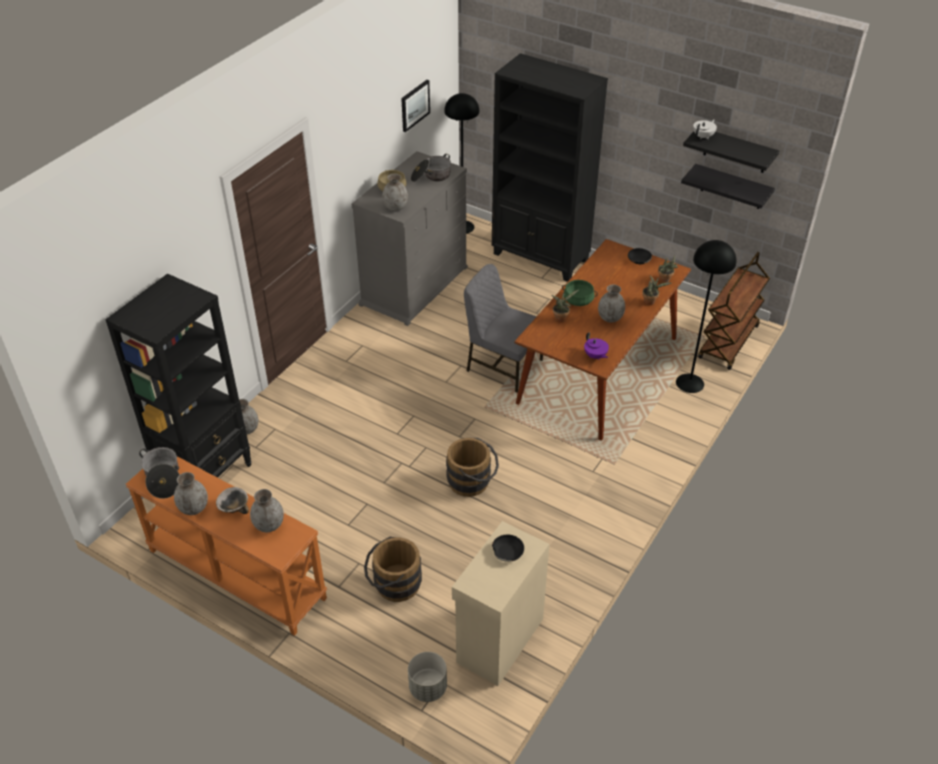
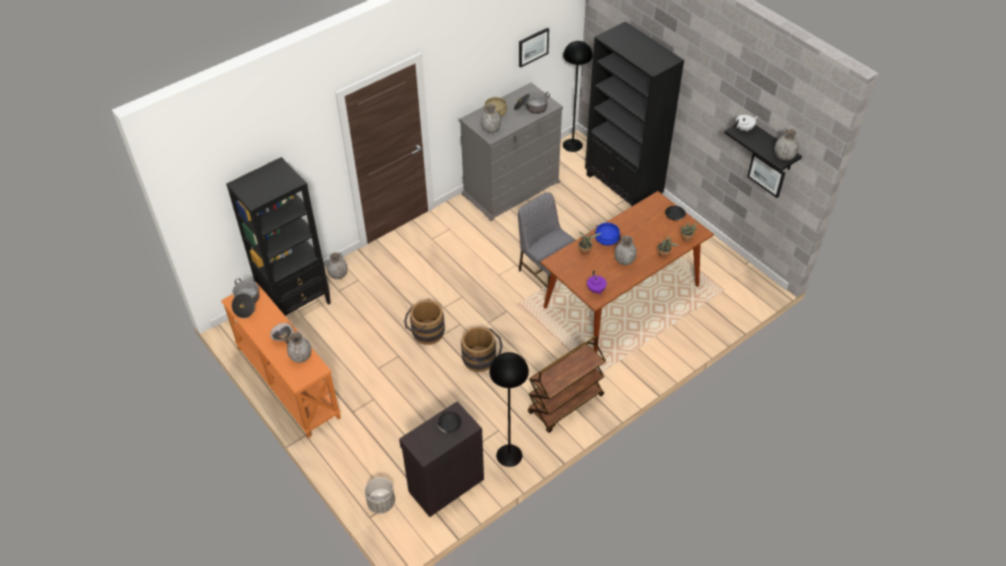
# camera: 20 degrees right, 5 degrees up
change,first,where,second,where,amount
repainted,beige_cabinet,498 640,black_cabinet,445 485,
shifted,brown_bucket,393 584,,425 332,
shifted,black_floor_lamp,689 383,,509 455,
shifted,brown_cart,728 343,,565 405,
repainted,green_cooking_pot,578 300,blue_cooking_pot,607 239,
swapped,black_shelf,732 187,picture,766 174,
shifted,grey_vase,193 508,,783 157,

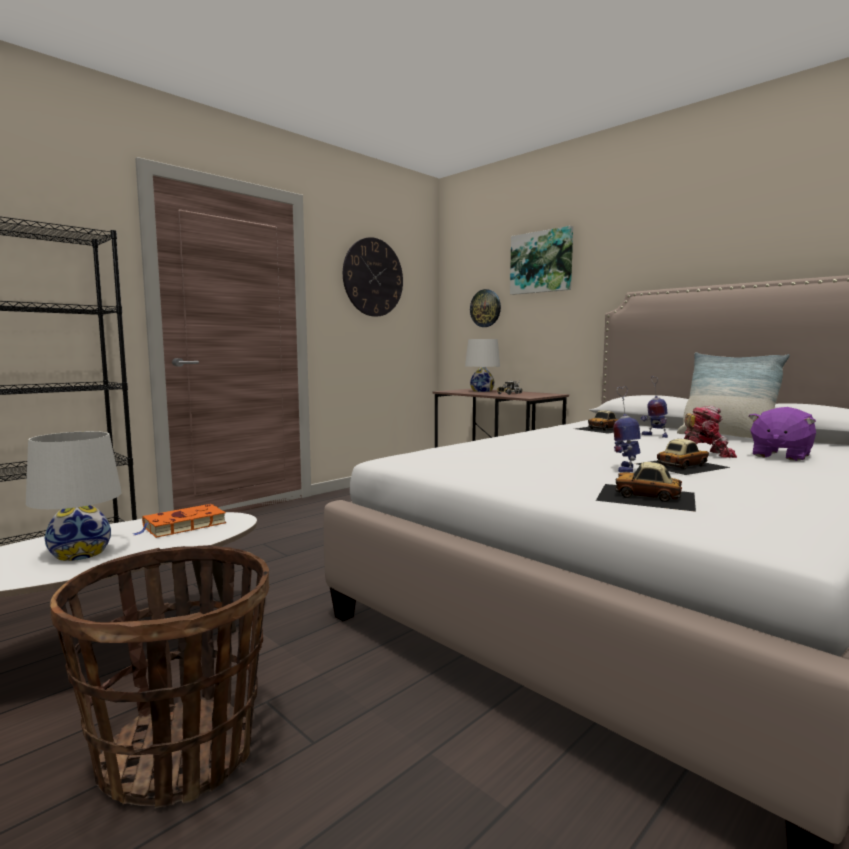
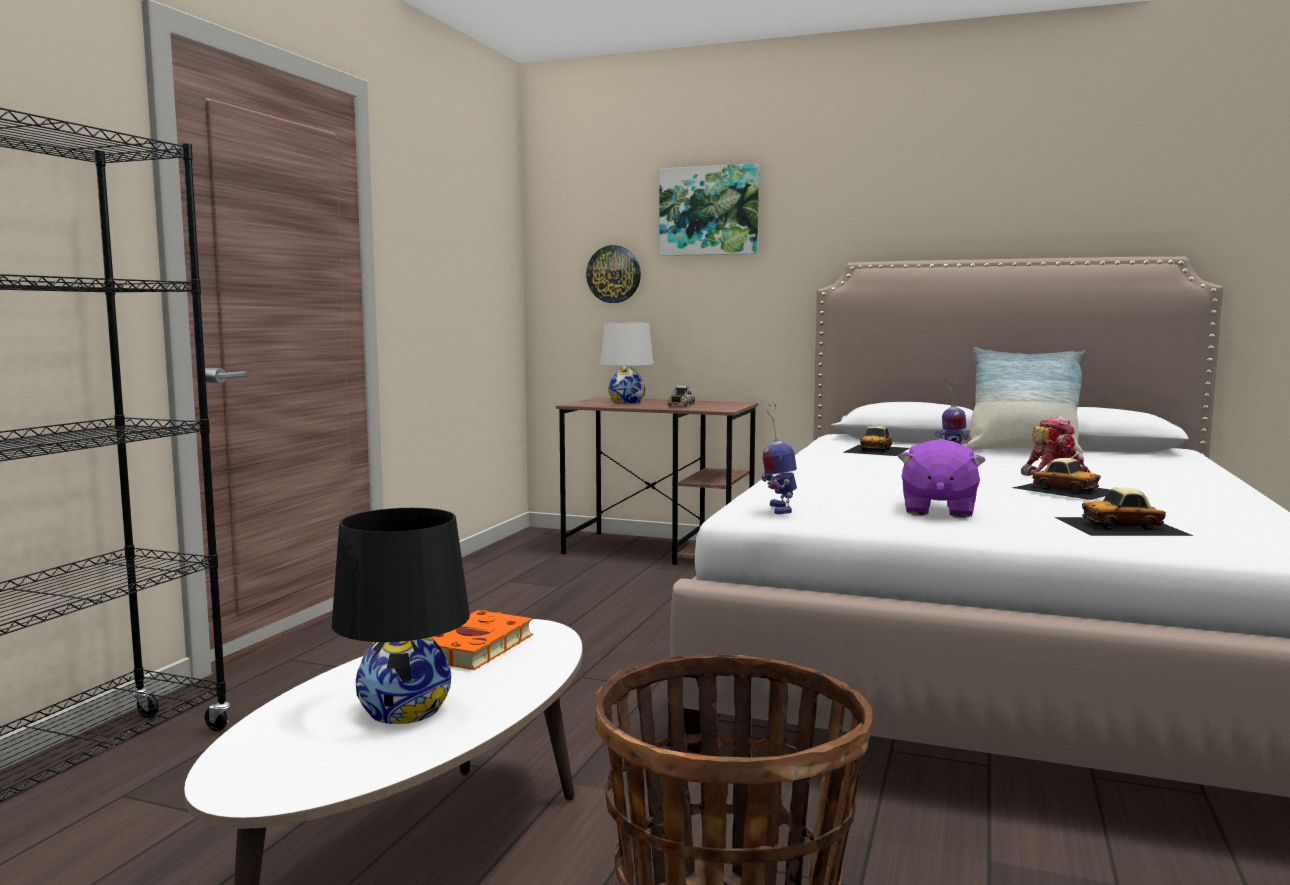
# camera: 25 degrees left, 0 degrees up
change,first,where,second,where,amount
repainted,white_table_lamp,80 553,black_table_lamp,404 709,
shifted,toy_robot,625 469,,778 509,
shifted,purple_plush_toy,780 455,,937 510,
rotated,toy_car,681 465,,1066 489,105 degrees clockwise
gone,wall_clock,373 277,,,

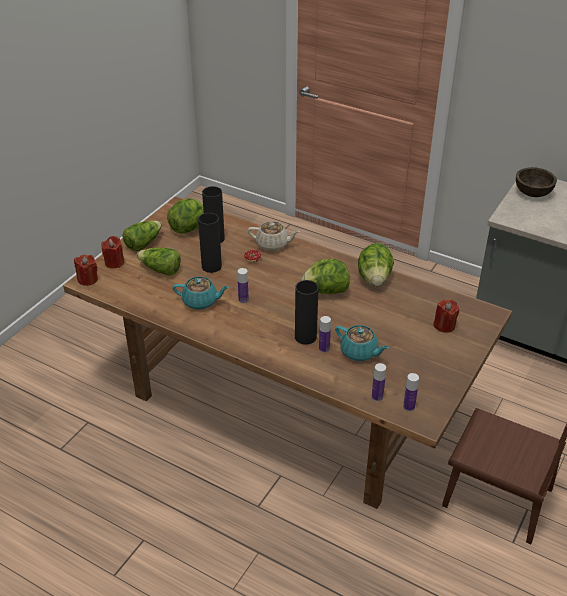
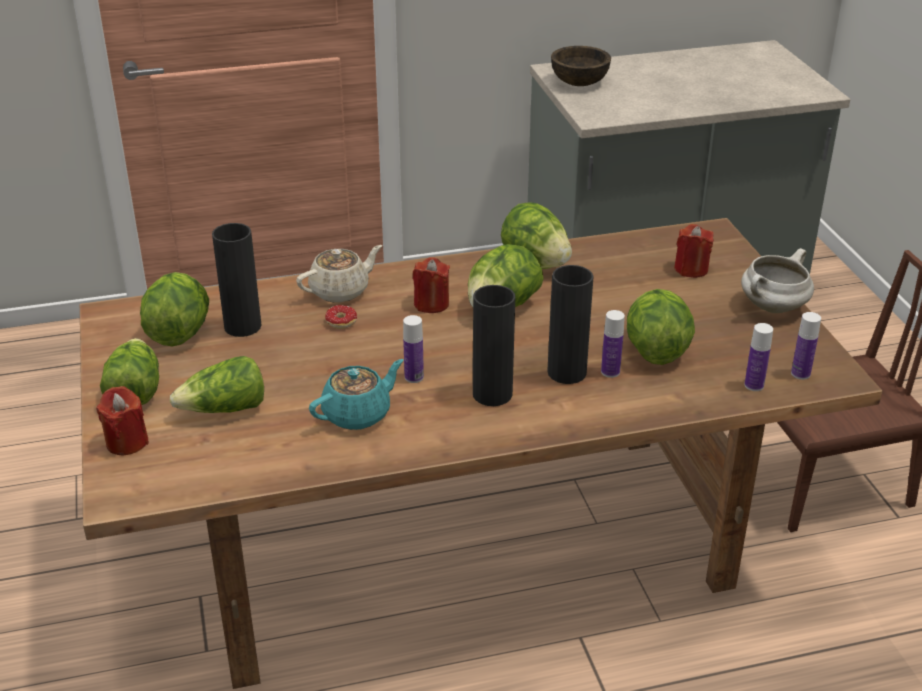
# camera: 45 degrees left, 5 degrees down
change,first,where,second,where,amount
shifted,red_candle,87 279,,431 304,
shifted,black_vase,211 266,,492 394,
swapped,turquoise_teapot,359 352,lettuce,655 350,
new,,,white_cooking_pot,773 308,

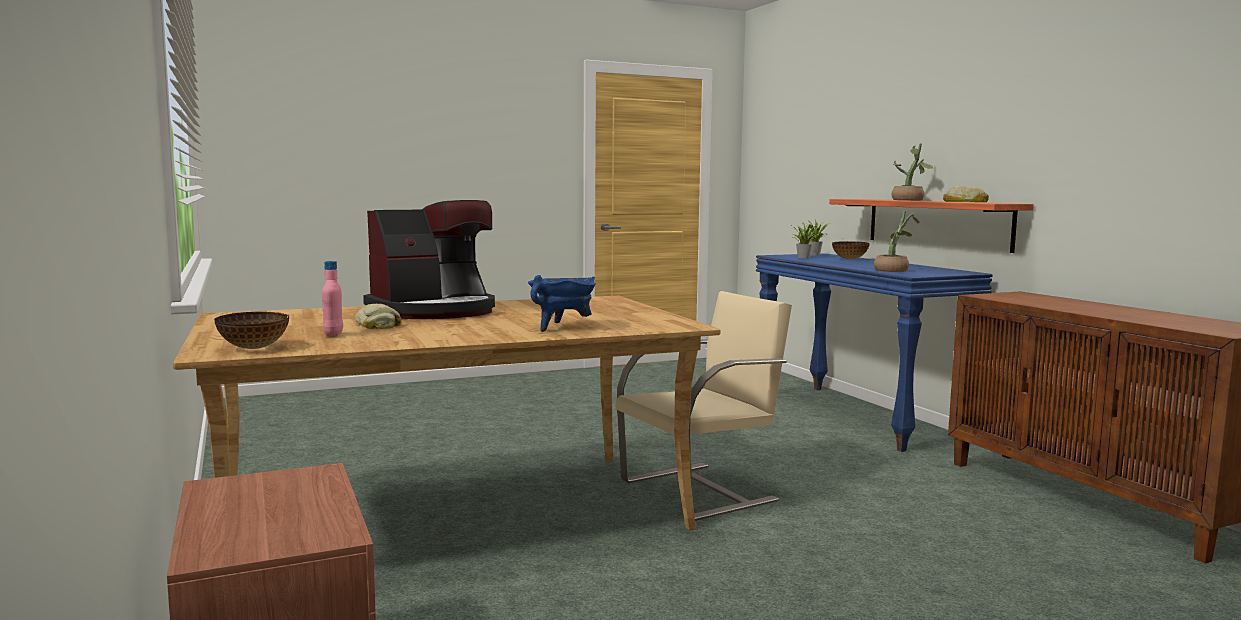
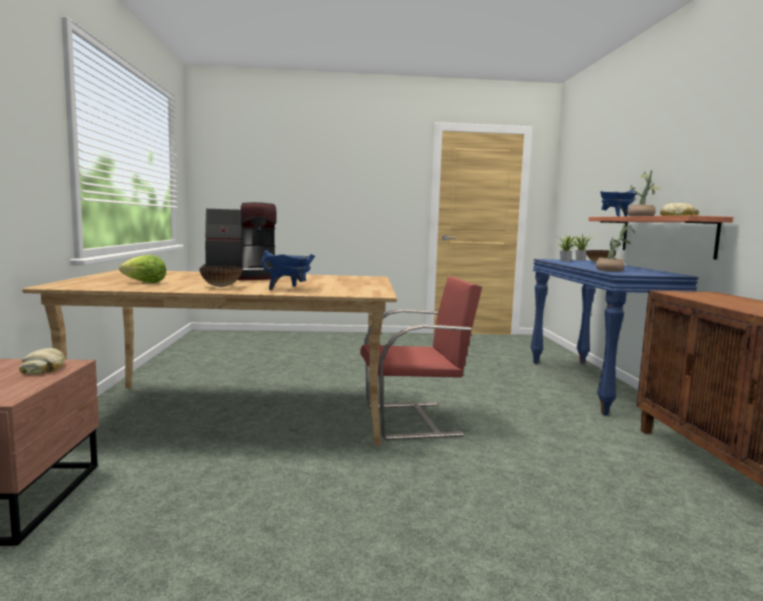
# camera: 20 degrees right, 0 degrees up
change,first,where,second,where,amount
shifted,bread,378 325,,45 368,
swapped,pink_bottle,333 335,lettuce,145 283,
shifted,bowl,253 348,,220 287,
repainted,beige_chair,700 490,red_chair,414 420,
new,,,blue_cooking_pot,615 216,

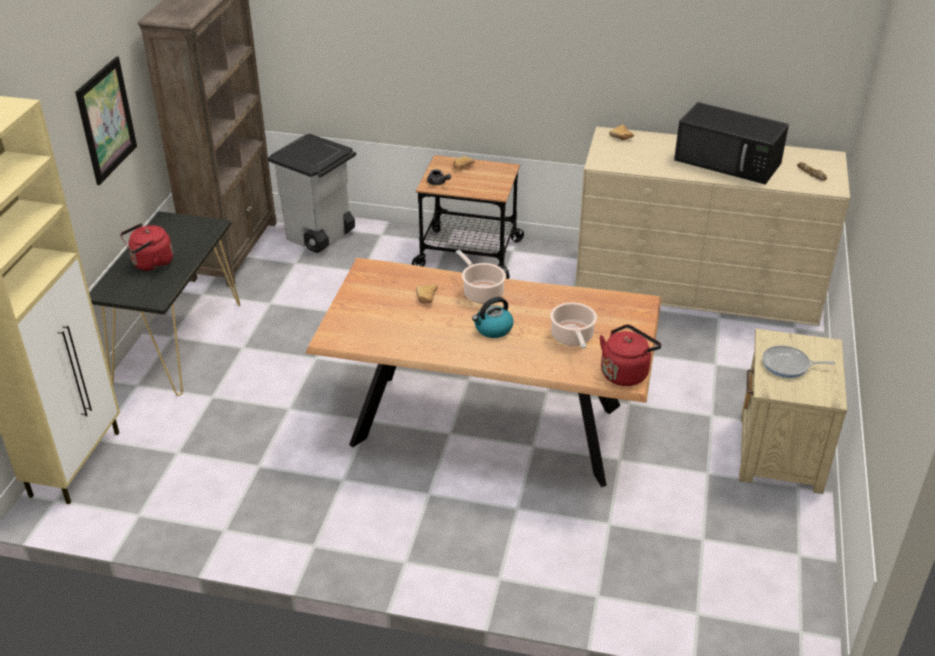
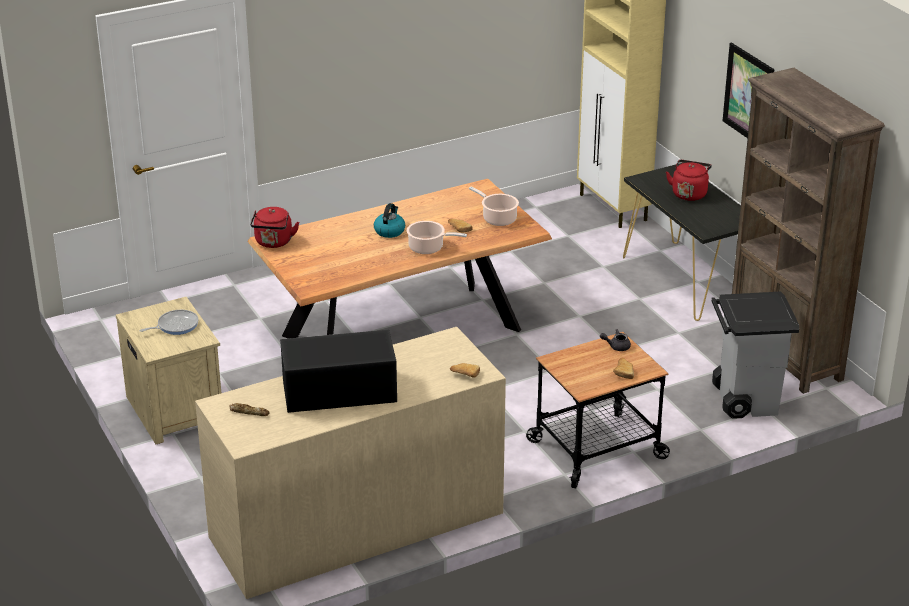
# camera: 140 degrees right, 5 degrees down
change,first,where,second,where,amount
shifted,cooking_pot,572 338,,497 218,

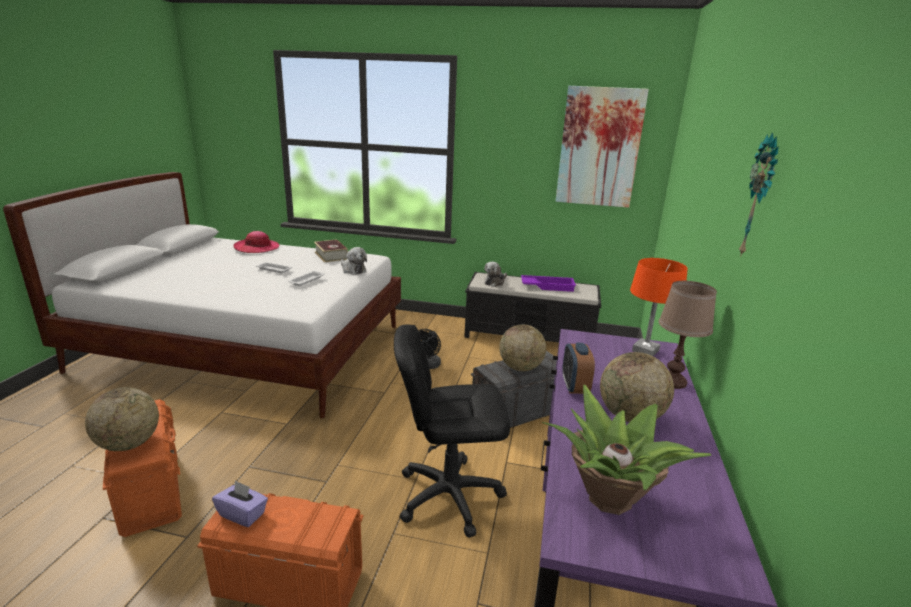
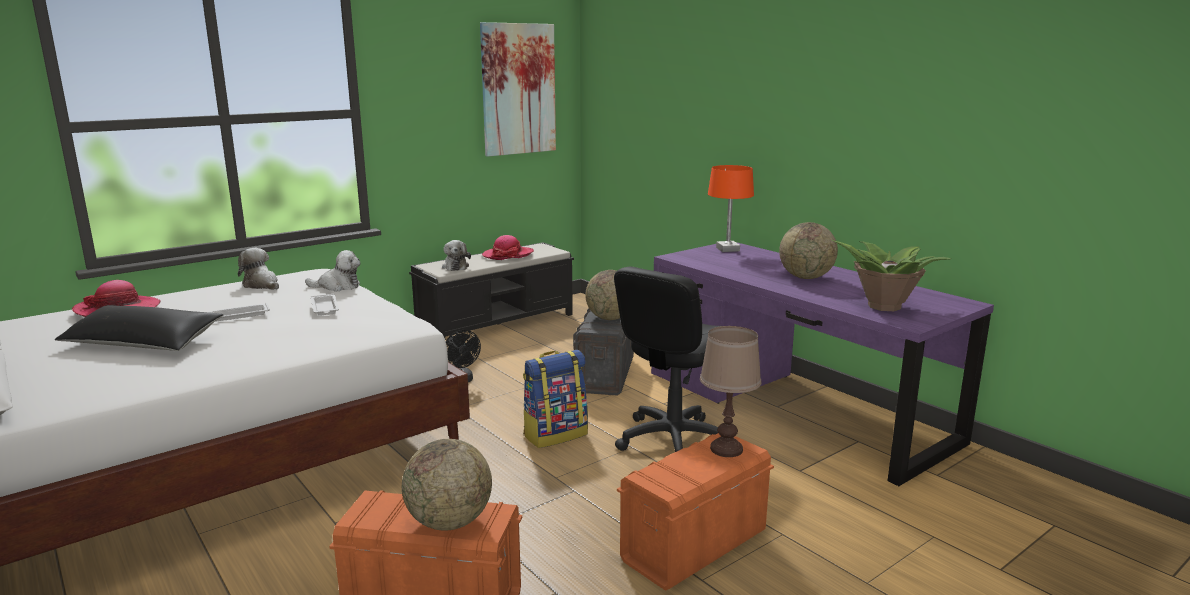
# camera: 50 degrees left, 5 degrees down
change,first,where,second,where,amount
new,,,black_pillow,143 343,
swapped,book,331 255,plush_toy,261 285,
swapped,purple_tray,547 286,hat,508 255,
new,,,backpack,555 434,
shifted,brown_table_lamp,672 382,,726 449,
gone,purple_tissue_box,243 514,,,
gone,alarm_clock,574 387,,,
gone,wall_clock,761 197,,,

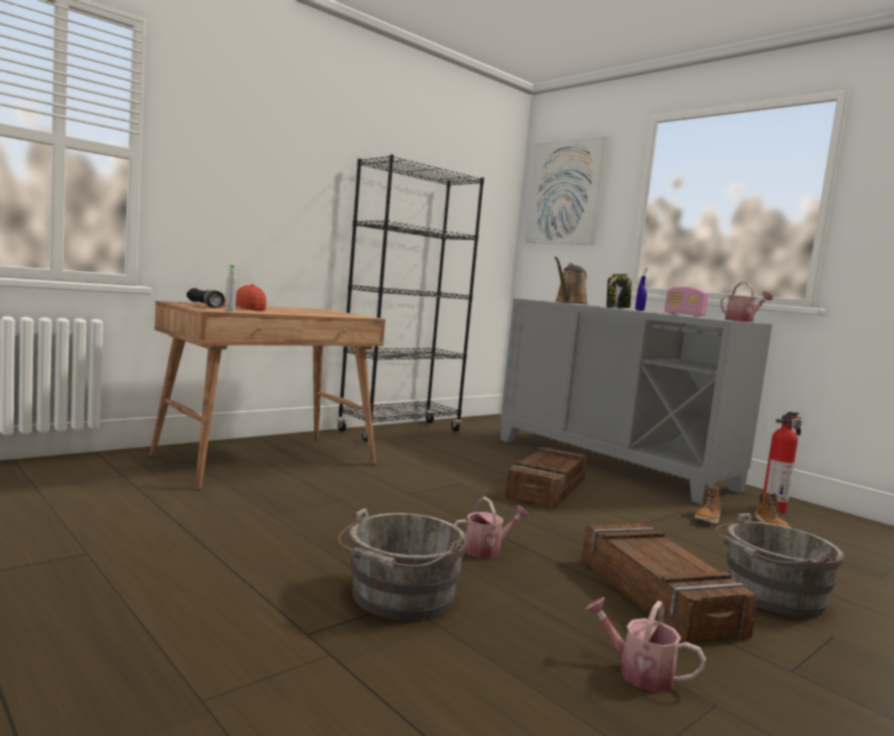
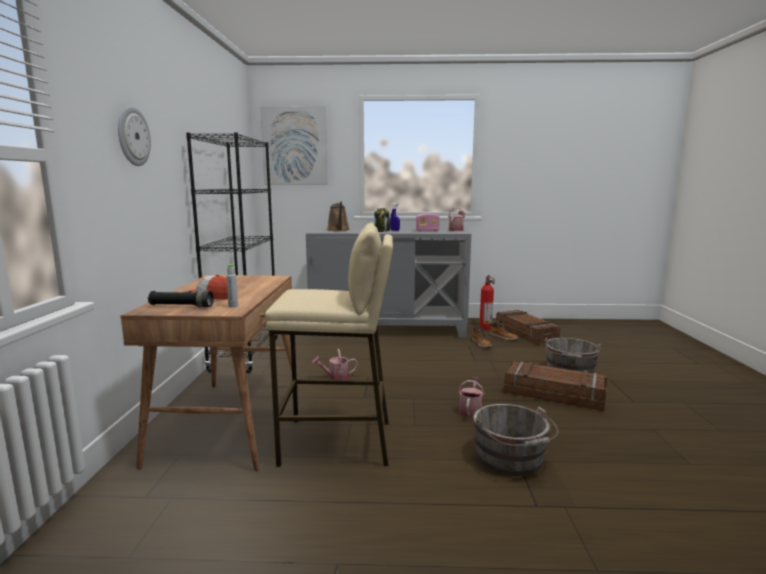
# camera: 45 degrees left, 5 degrees up
change,first,where,second,where,amount
new,,,wall_clock,133 136,
new,,,beige_stool,337 443,
shifted,watering_can,638 672,,335 377,
shifted,crate,548 488,,526 333,

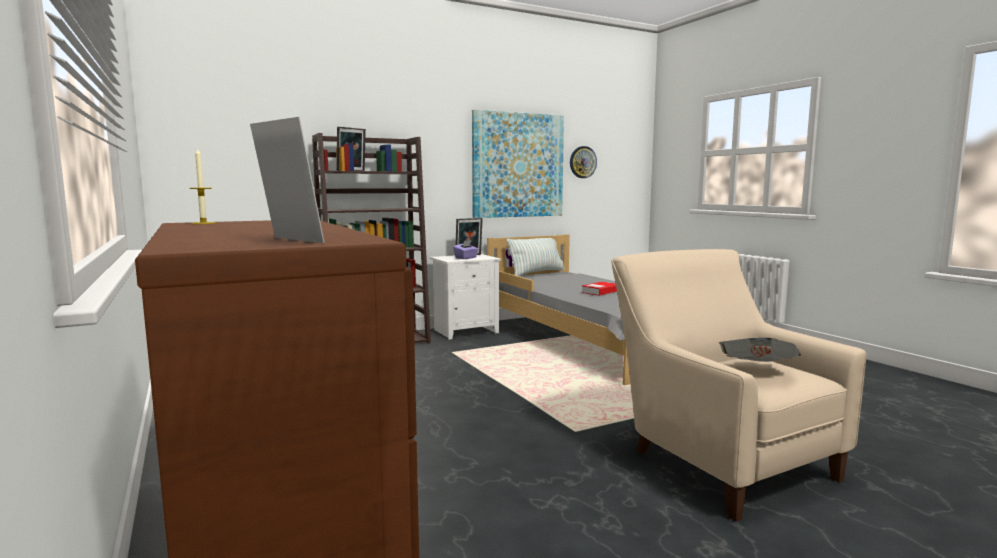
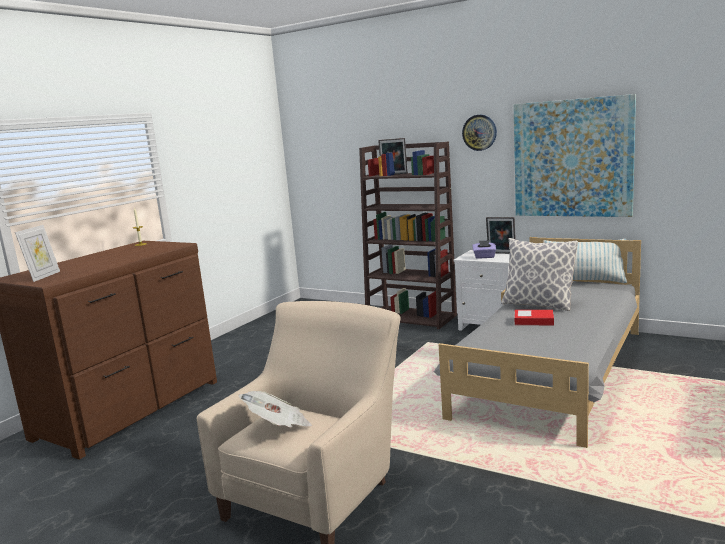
# camera: 60 degrees right, 5 degrees up
change,first,where,second,where,amount
shifted,wall_clock,582 162,,479 132,
new,,,pillow,538 305,

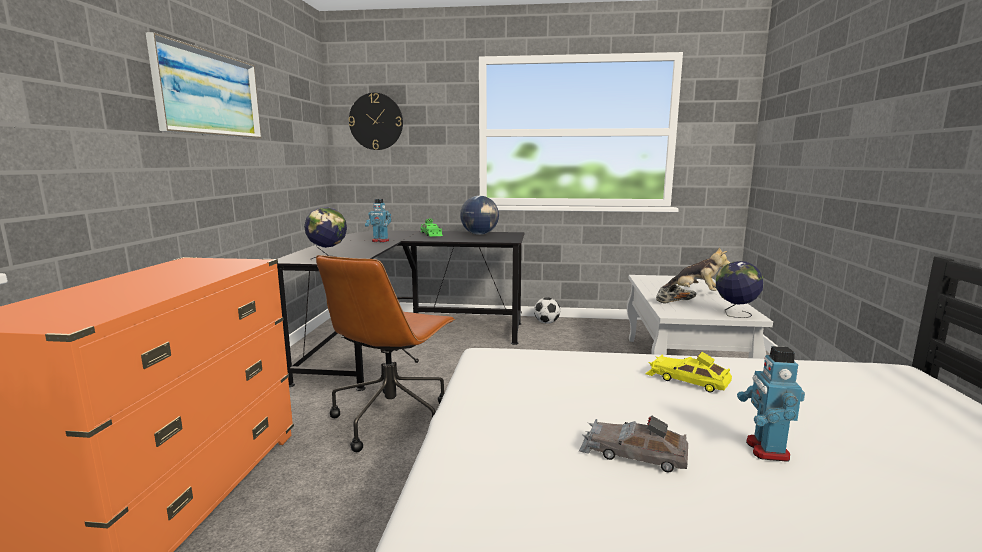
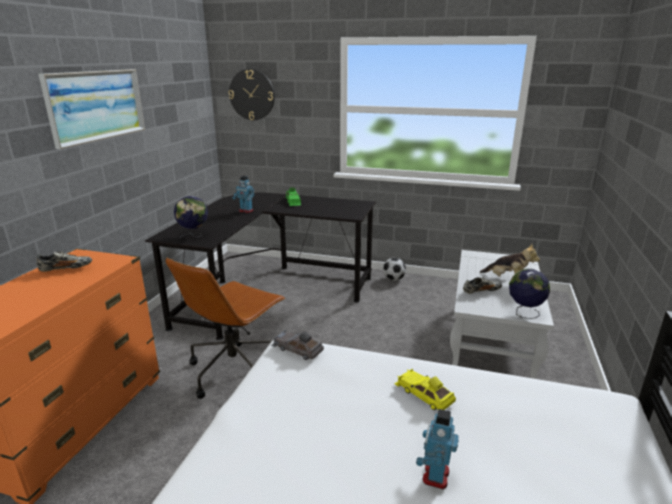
# camera: 10 degrees right, 10 degrees up
change,first,where,second,where,amount
new,,,shoe,66 269,
shifted,grey_toy_car,633 454,,297 349,
gone,globe,479 234,,,

